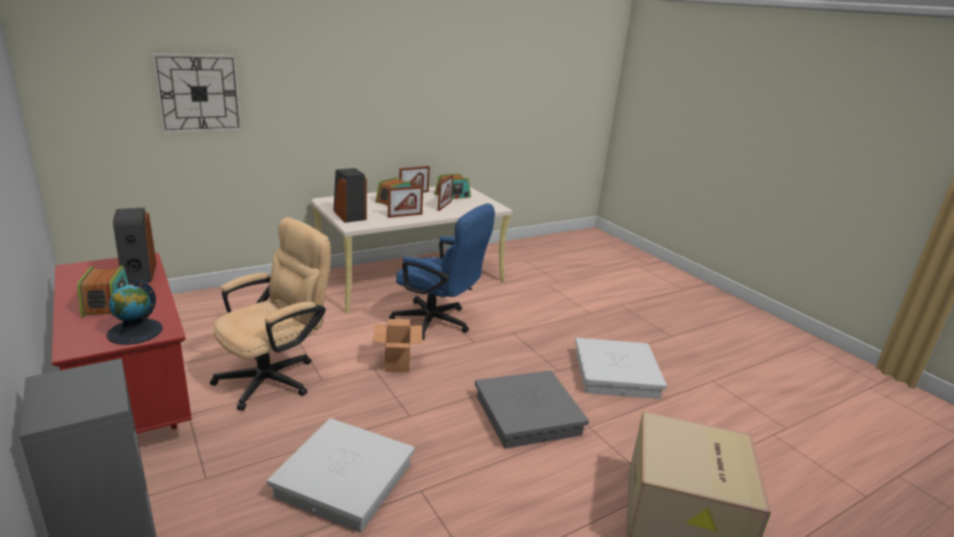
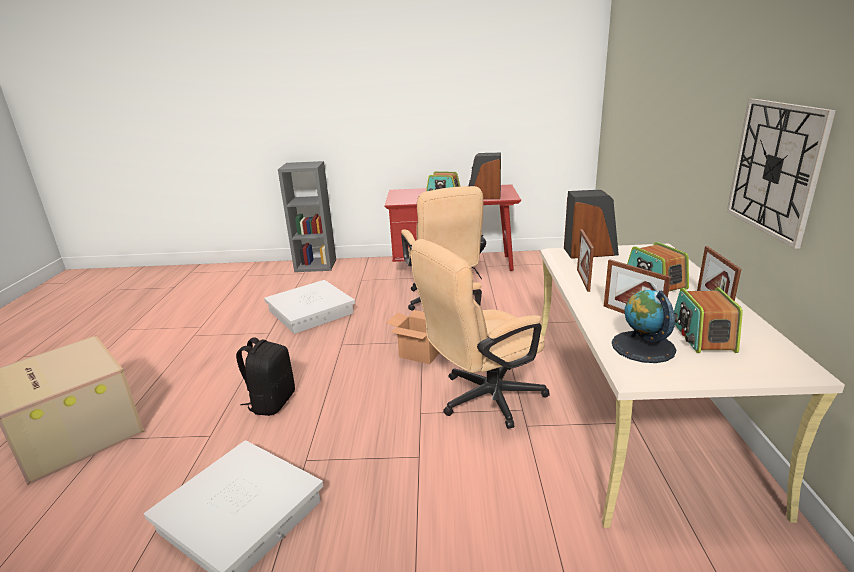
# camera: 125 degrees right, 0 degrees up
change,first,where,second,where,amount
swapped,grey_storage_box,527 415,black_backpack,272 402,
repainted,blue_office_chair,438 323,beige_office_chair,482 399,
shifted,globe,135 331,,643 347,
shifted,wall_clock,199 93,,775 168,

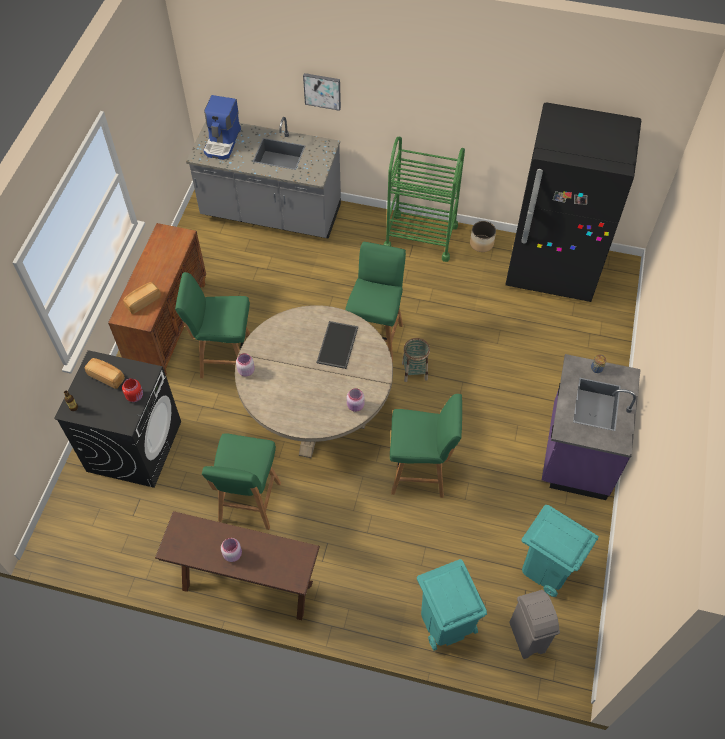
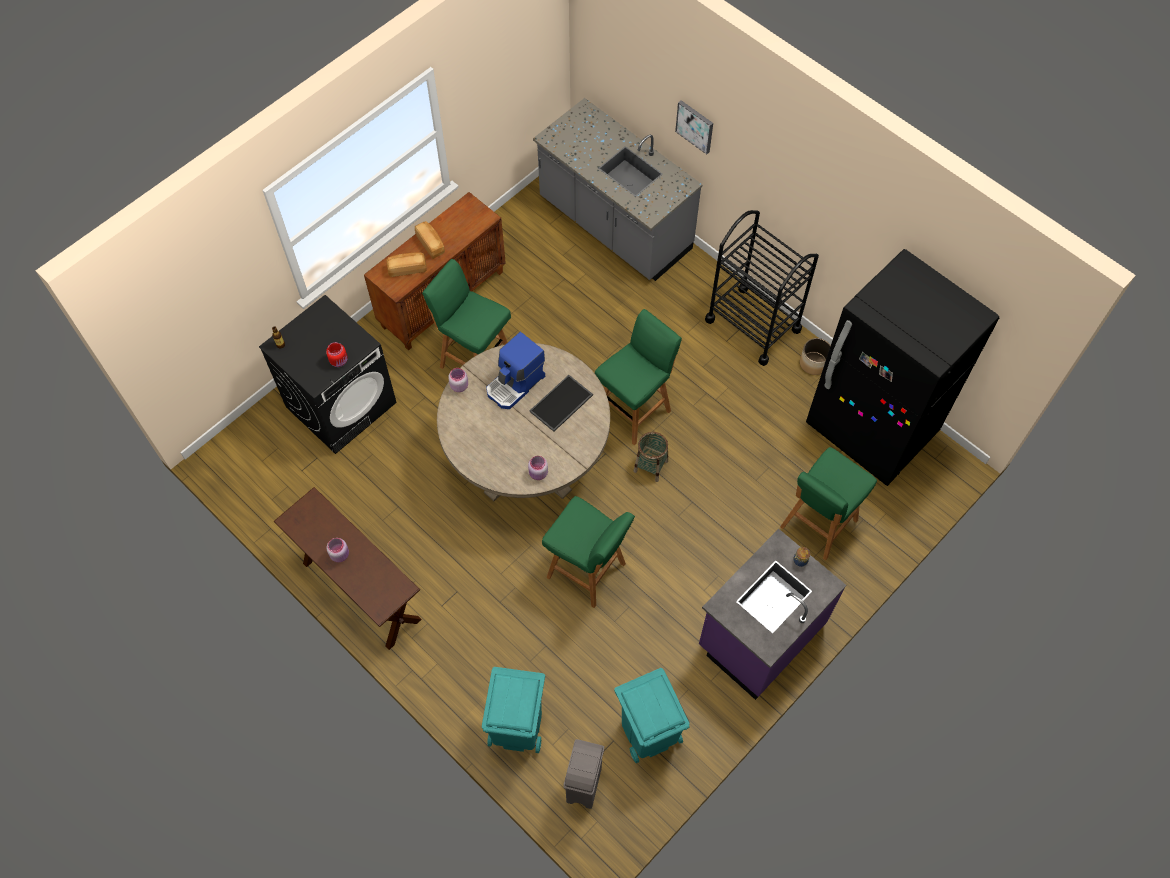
# camera: 30 degrees right, 5 degrees up
change,first,where,second,where,amount
shifted,bread,107 377,,431 244,
shifted,coffee_machine,223 142,,515 384,
repainted,green_cart,420 237,black_cart,753 325,
shifted,green_stool,249 503,,817 525,

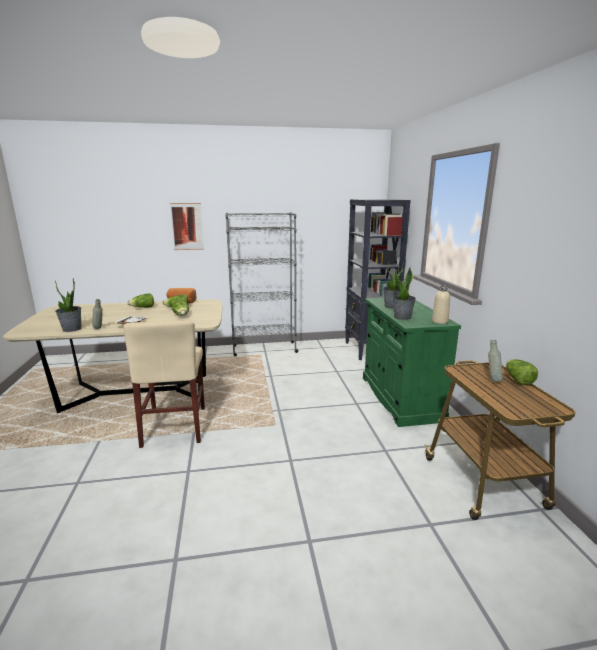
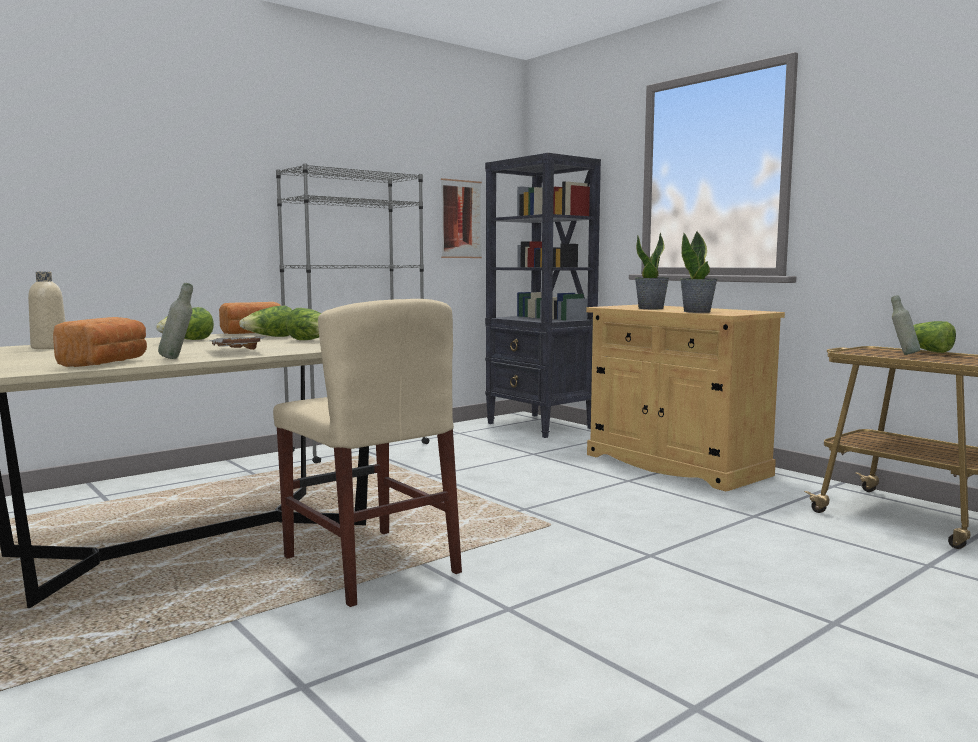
# camera: 30 degrees left, 10 degrees down
change,first,where,second,where,amount
shifted,beige_bottle,439 321,,49 347,
swapped,potted_plant,72 329,bread,107 363,
shifted,picture,187 226,,461 219,
repainted,green_cabinet,400 398,beige_cabinet,675 465,

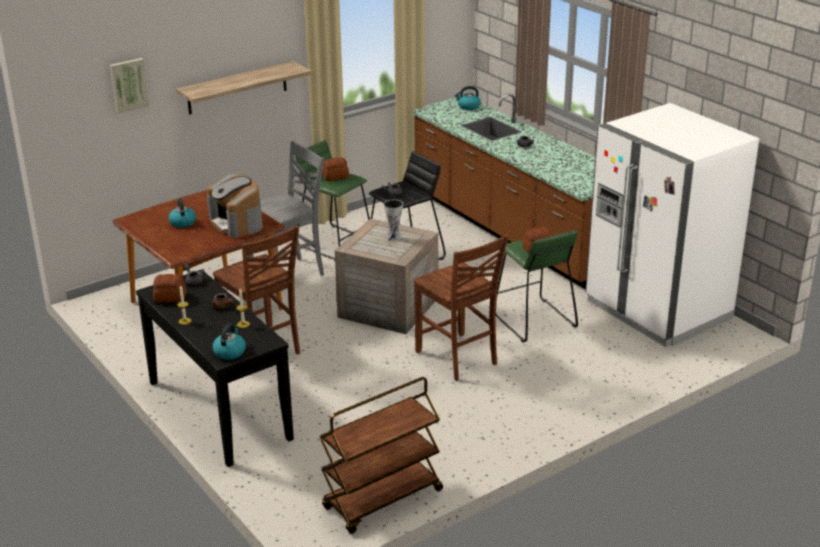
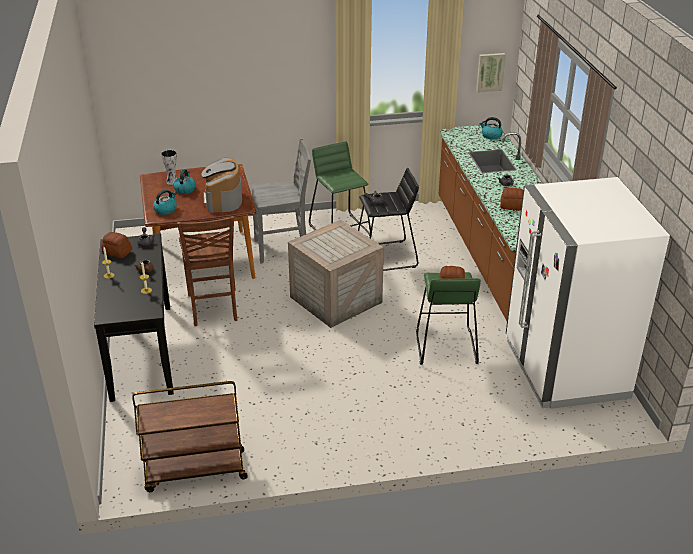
# camera: 25 degrees right, 5 degrees up
change,first,where,second,where,amount
shifted,kettle,229 352,,165 209,
shifted,vase,394 238,,172 181,
shifted,picture,128 85,,490 72,
shifted,bread,335 177,,512 206,
gone,shelf,237 88,,,
gone,brown_chair,458 358,,,

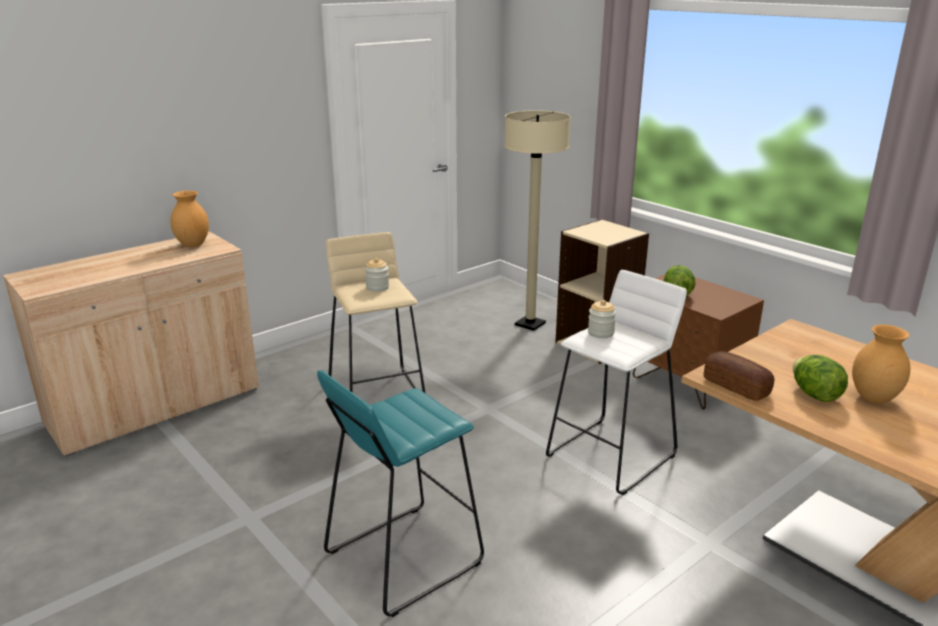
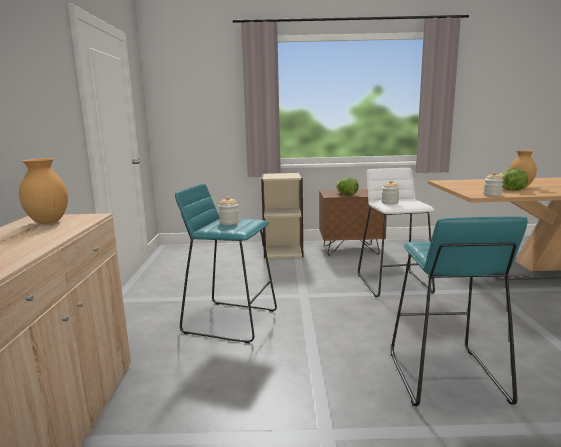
# camera: 50 degrees left, 10 degrees down
change,first,where,second,where,amount
repainted,beige_stool,378 395,turquoise_stool,230 321,
swapped,bread,736 387,jar,492 195,
gone,beige_floor_lamp,530 324,,,

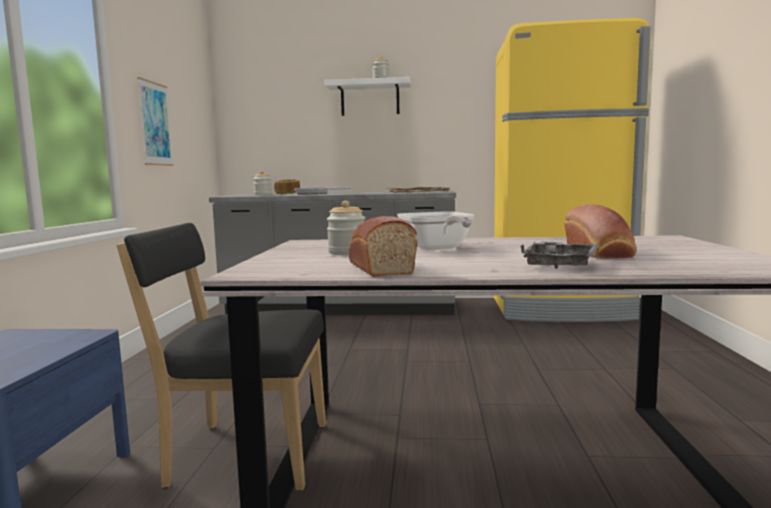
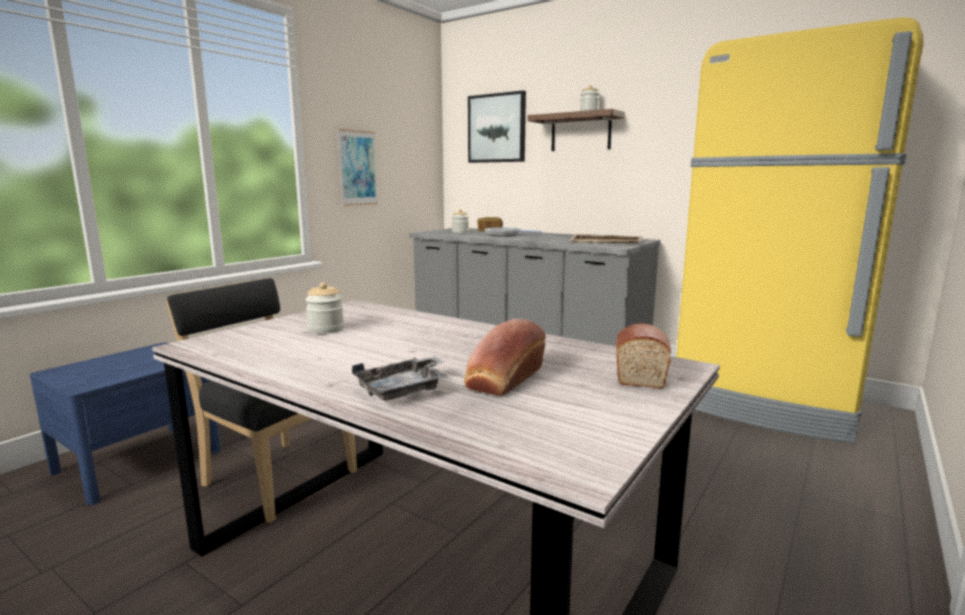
# camera: 30 degrees right, 5 degrees up
change,first,where,second,where,amount
new,,,picture,497 128,
repainted,white_shelf,370 99,brown_shelf,581 132,
shifted,bread,379 268,,639 371,
gone,frying_pan,437 249,,,

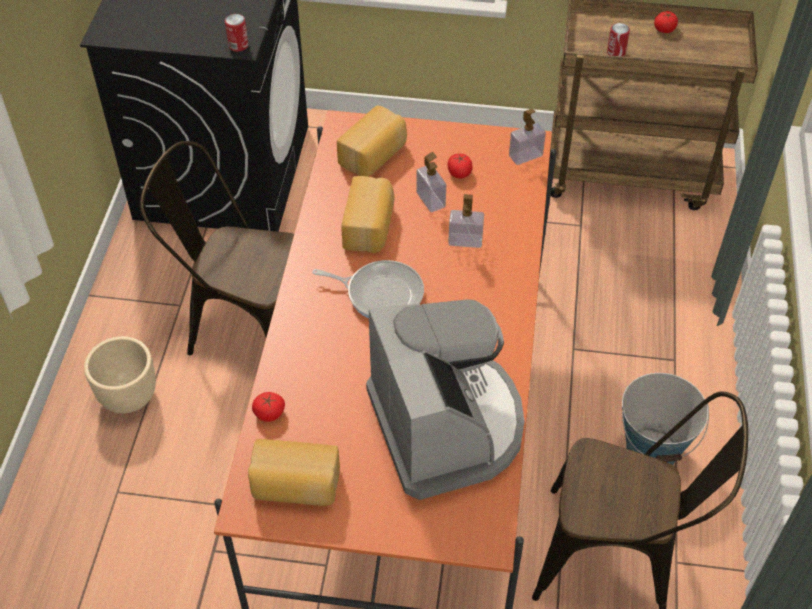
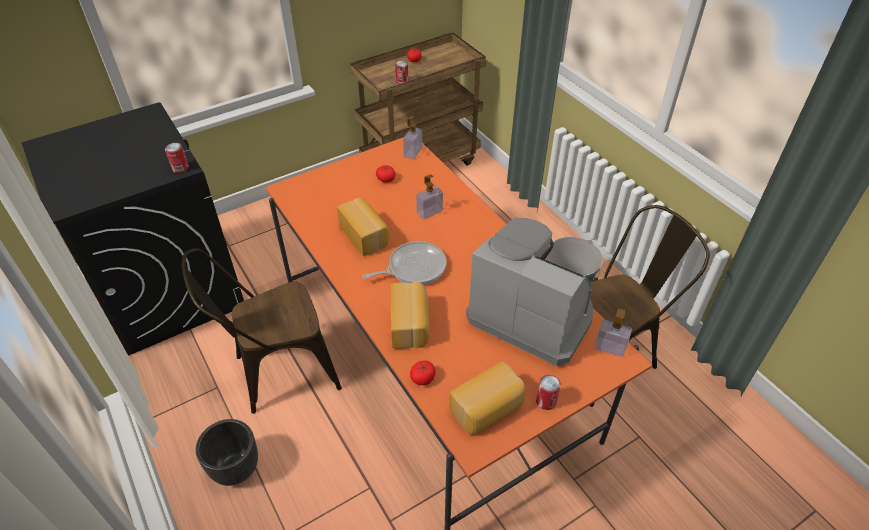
# camera: 40 degrees left, 5 degrees down
change,first,where,second,where,amount
repainted,beige_planter,128 396,black_planter,235 468,
shifted,bread,374 155,,410 324,
new,,,can,546 401,
shifted,soap_dispenser,430 200,,610 347,

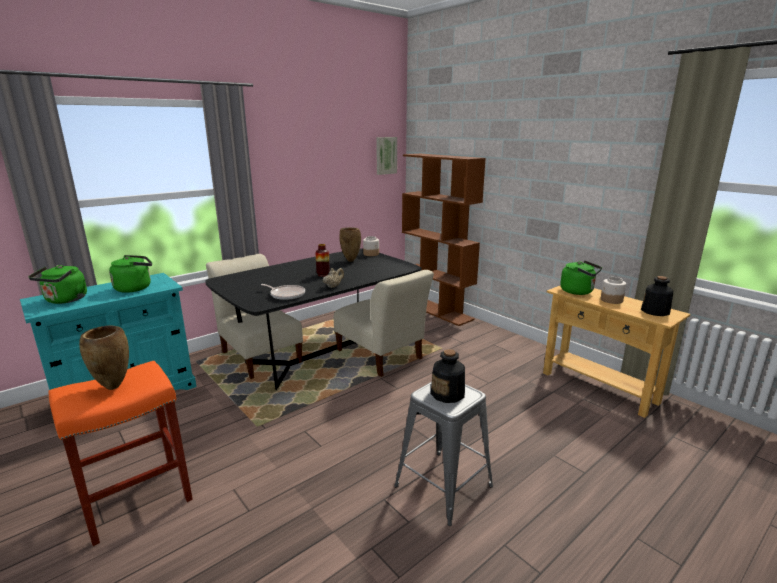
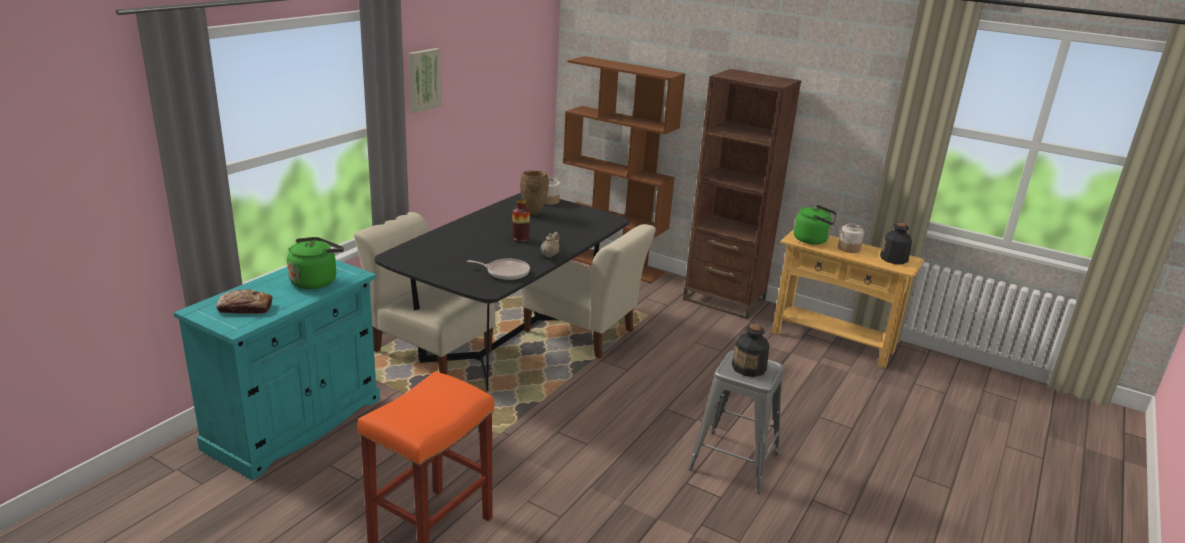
# camera: 20 degrees left, 5 degrees up
change,first,where,second,where,amount
swapped,green_kettle,65 300,bread,245 308,
shifted,picture,385 155,,423 80,
new,,,brown_bookcase,724 300,
gone,brown_vase,113 387,,,

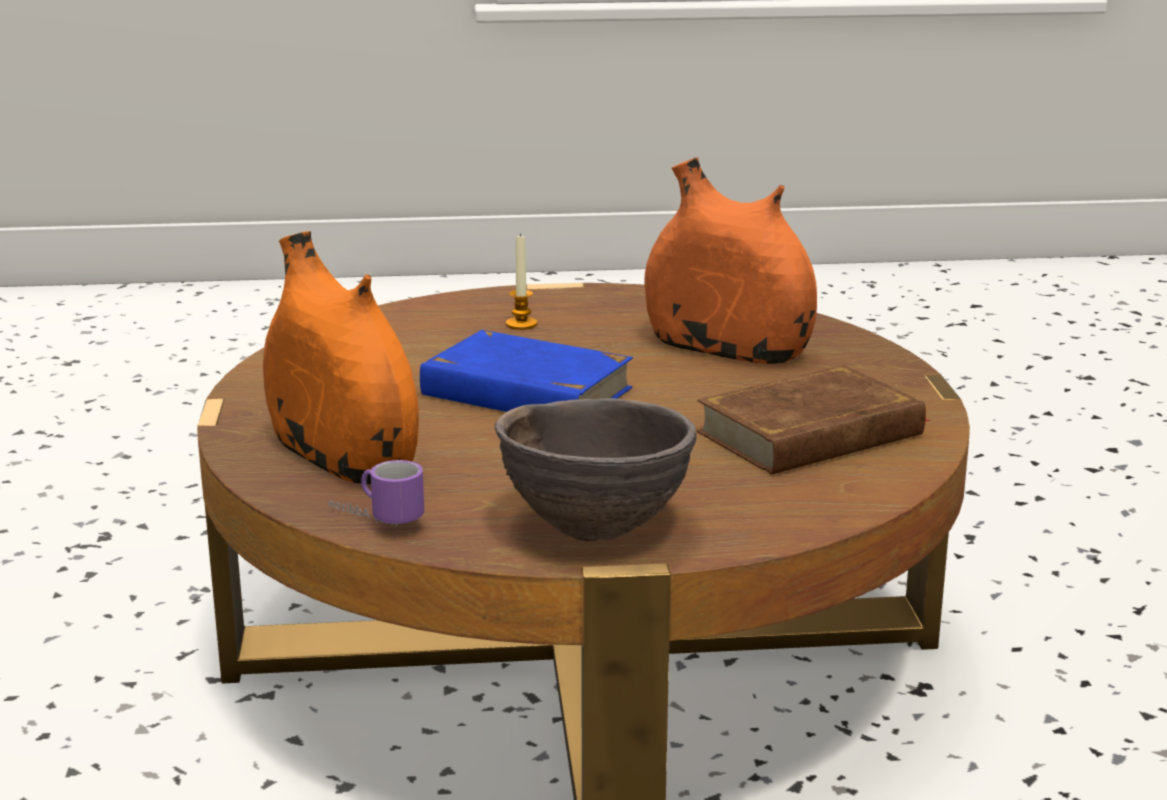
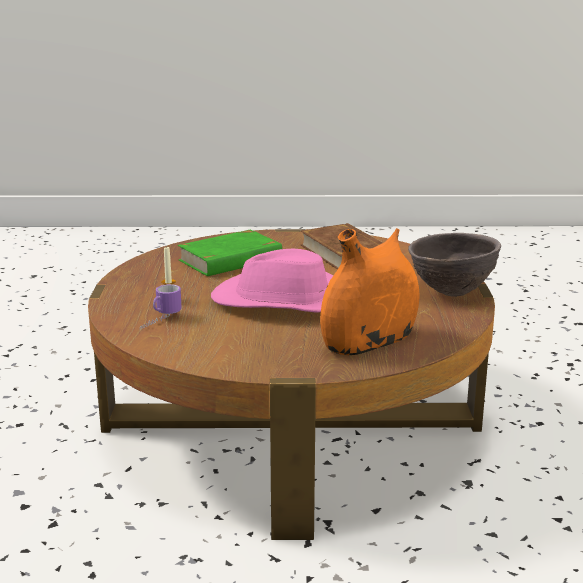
# camera: 85 degrees left, 0 degrees up
change,first,where,second,where,amount
shifted,mug,374 521,,159 321,
swapped,orange_vase,727 349,green_book,231 260,
swapped,blue_book,527 392,pink_hat,282 301,

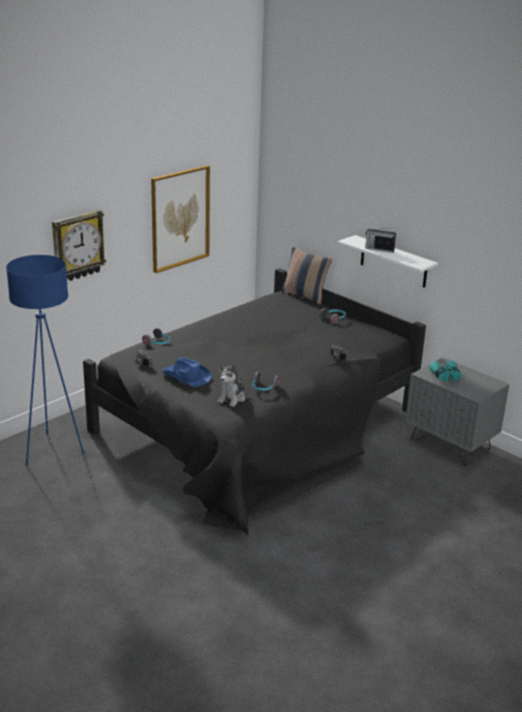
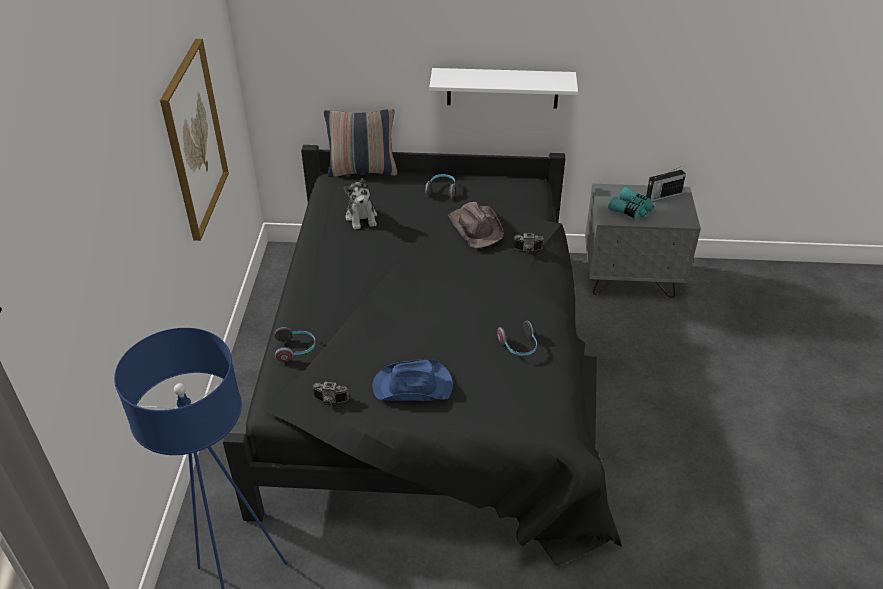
# camera: 40 degrees left, 15 degrees up
change,first,where,second,where,amount
shifted,plush_toy,232 398,,361 217,
new,,,brown_hat,475 227,
shifted,radio,379 249,,662 196,
gone,wall_clock,77 246,,,

